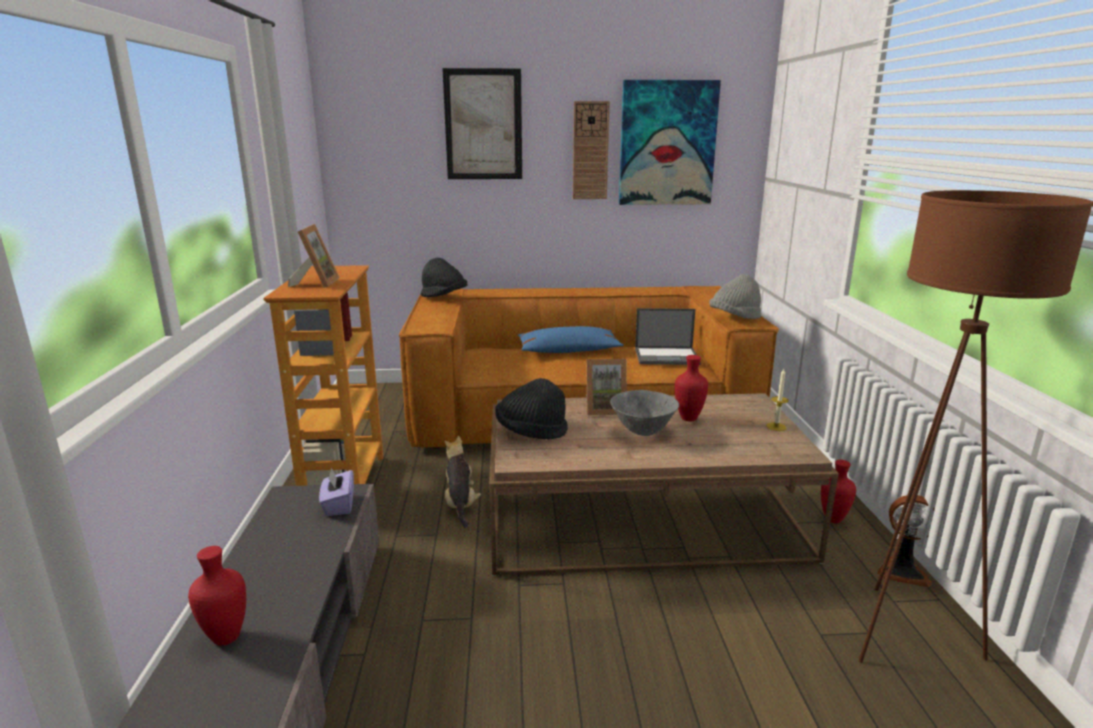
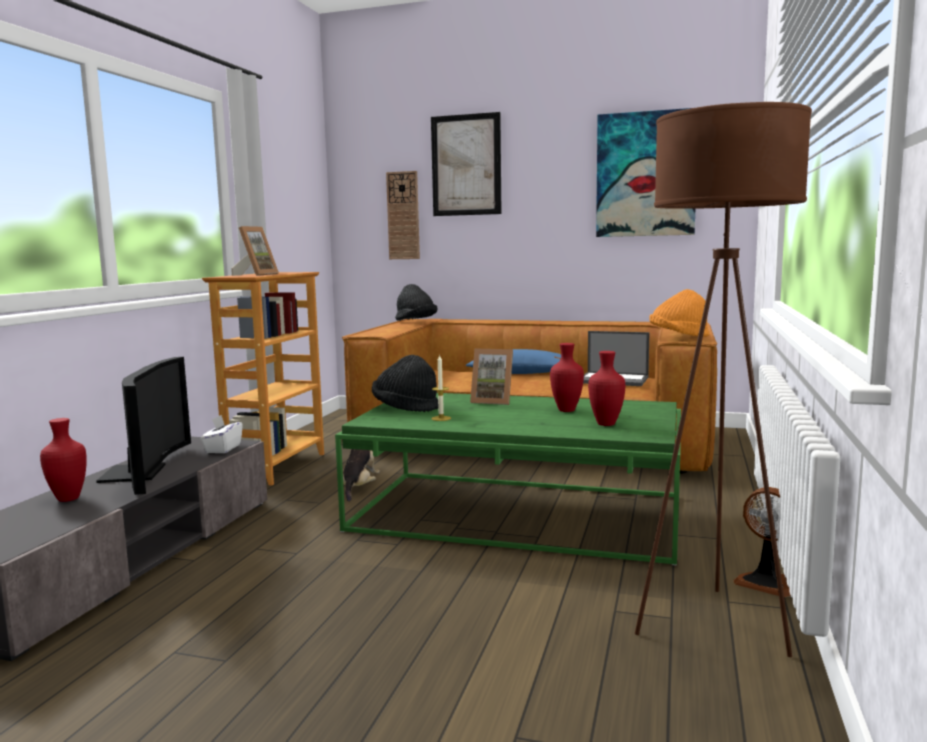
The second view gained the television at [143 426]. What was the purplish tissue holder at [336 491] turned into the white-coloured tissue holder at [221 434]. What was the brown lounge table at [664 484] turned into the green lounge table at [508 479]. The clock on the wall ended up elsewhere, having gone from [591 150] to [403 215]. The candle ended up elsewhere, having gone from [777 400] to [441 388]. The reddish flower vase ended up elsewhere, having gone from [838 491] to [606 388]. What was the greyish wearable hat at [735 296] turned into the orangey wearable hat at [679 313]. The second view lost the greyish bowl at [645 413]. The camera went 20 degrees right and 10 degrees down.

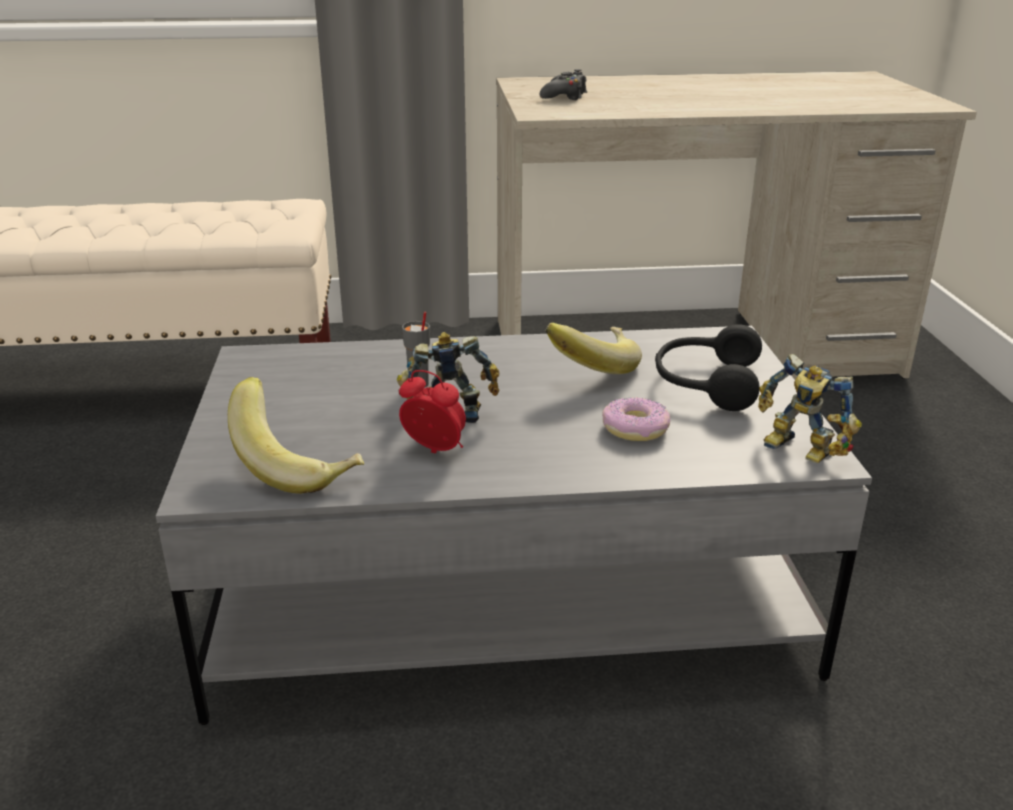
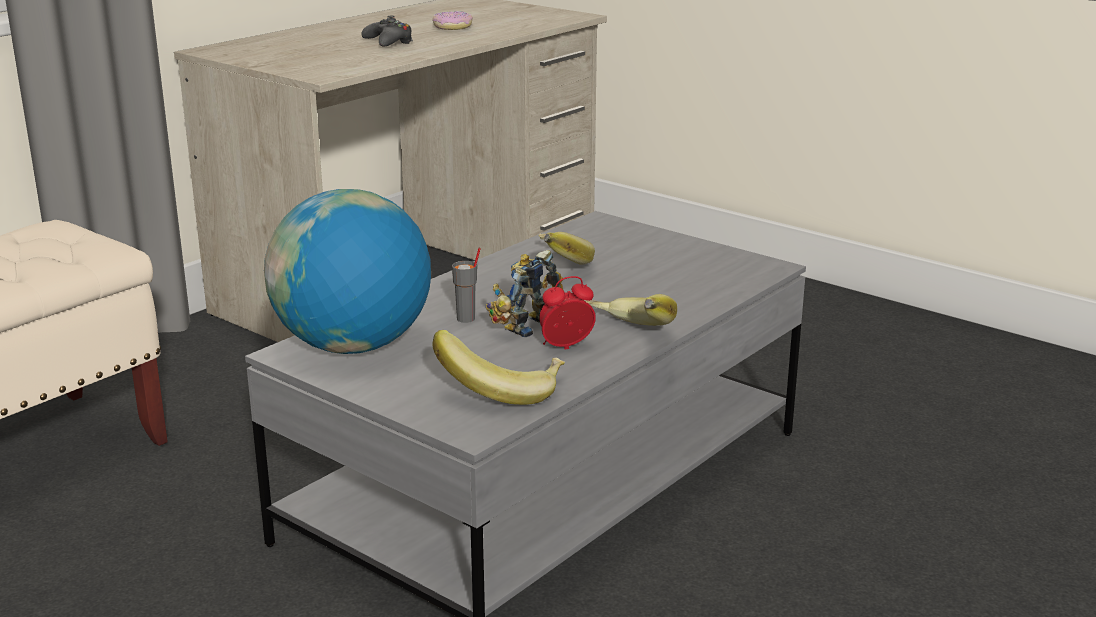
The second view gained the world globe at [347 271]. The black game controller ended up elsewhere, having gone from [563 84] to [387 31]. The doughnut ended up elsewhere, having gone from [636 419] to [453 20]. The second view gained the banana at [630 310]. The second view lost the black headphones at [708 367]. The second view lost the robot figure at [810 408]. The camera went 45 degrees left and 5 degrees down.

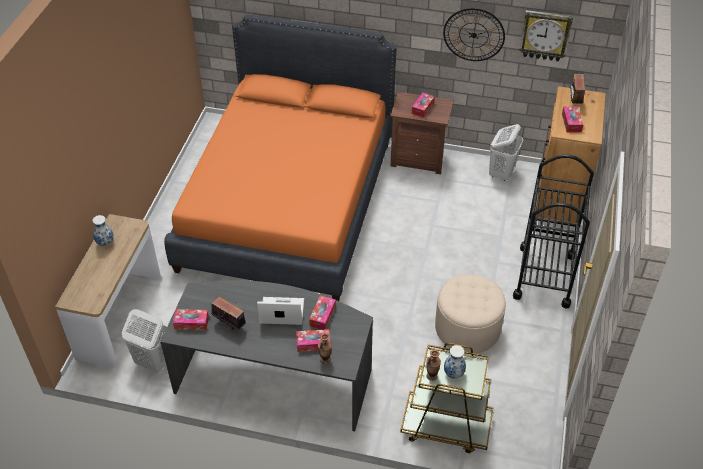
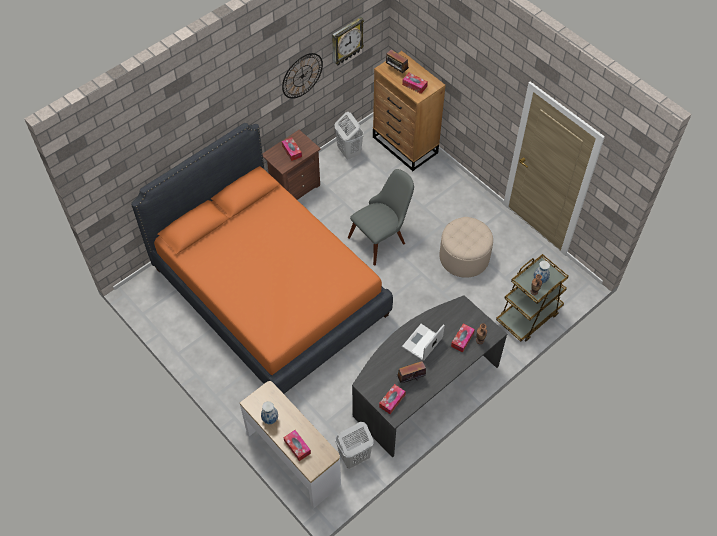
The tissue holder ended up elsewhere, having gone from [322 313] to [297 445]. The second view gained the greyish chair at [381 217]. The second view lost the black cart at [553 231]. The camera went 55 degrees left and 10 degrees up.

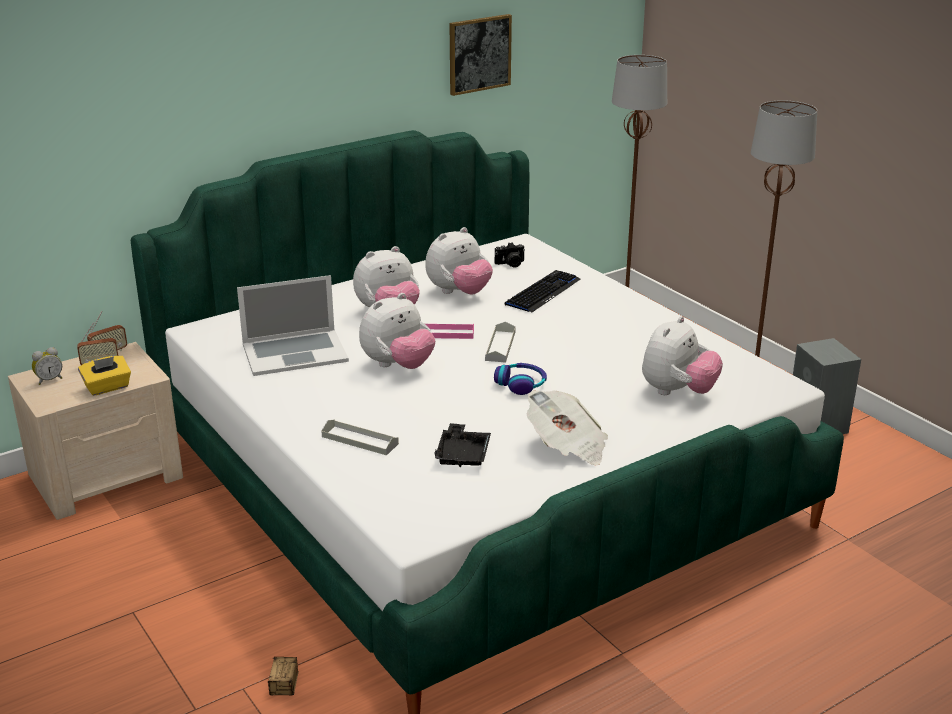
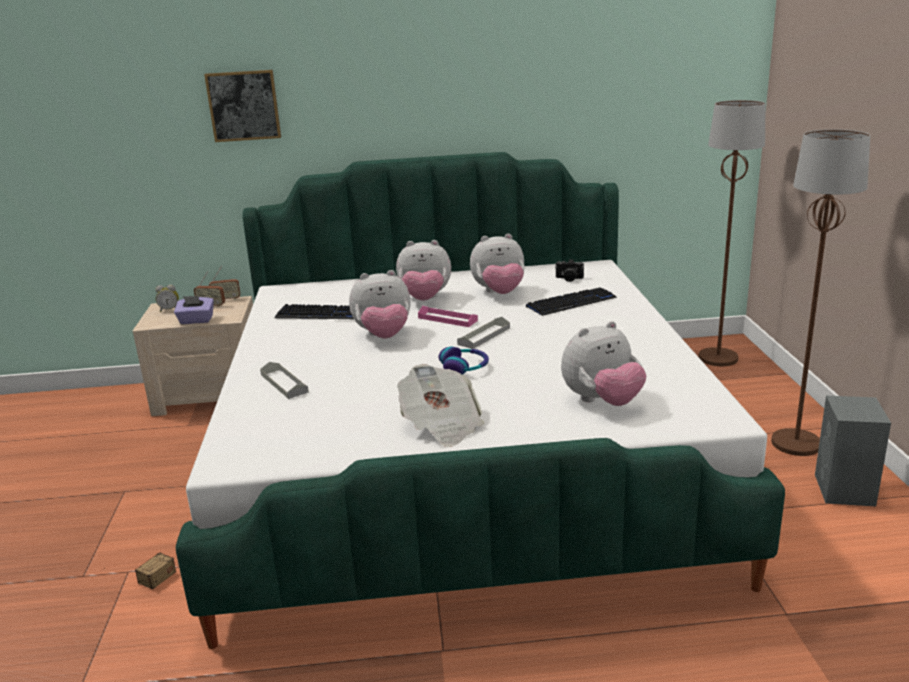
What was the yellow tissue holder at [104 376] turned into the purplish tissue holder at [194 310]. The picture ended up elsewhere, having gone from [480 55] to [242 106]. Where the portable computer stood at [293 325], the keyboard came to stand at [314 311]. The second view lost the black carrying tray at [462 445]. The camera went 30 degrees right and 5 degrees down.

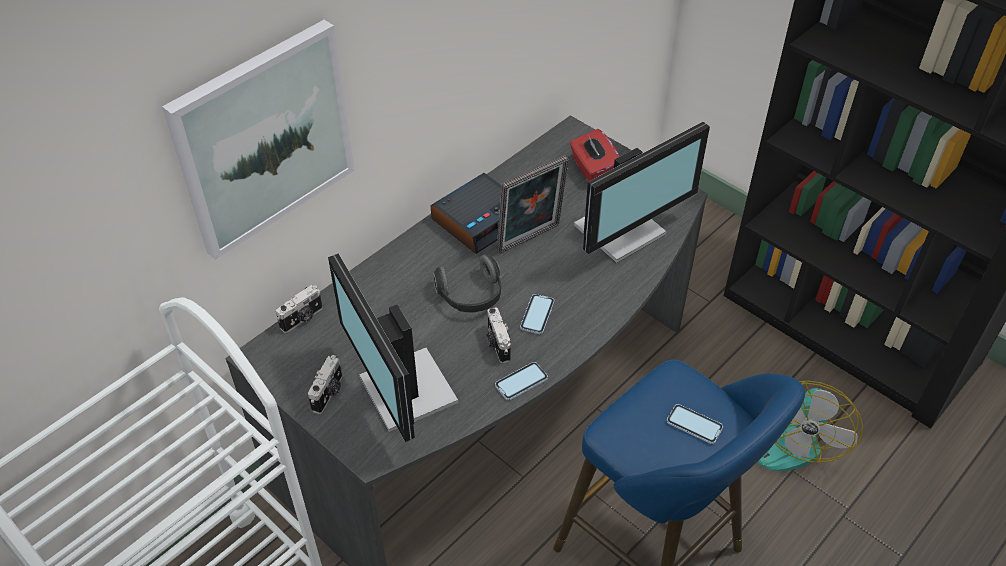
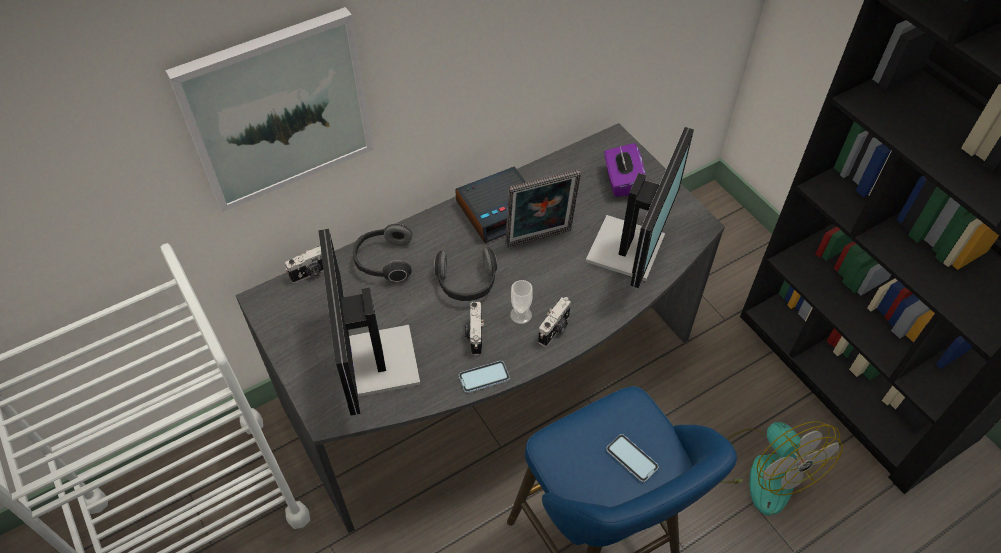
The second view gained the headphones at [382 253]. Where the telephone stood at [537 314], the drinking cup came to stand at [521 302]. The photo camera ended up elsewhere, having gone from [325 384] to [554 322]. The computer screen at [642 192] ended up facing another way, 45 degrees counterclockwise from before. What was the reddish tissue holder at [594 155] turned into the purplish tissue holder at [625 170]. The electric fan at [810 426] ended up facing another way, 60 degrees counterclockwise from before. The camera went 15 degrees right and 5 degrees up.

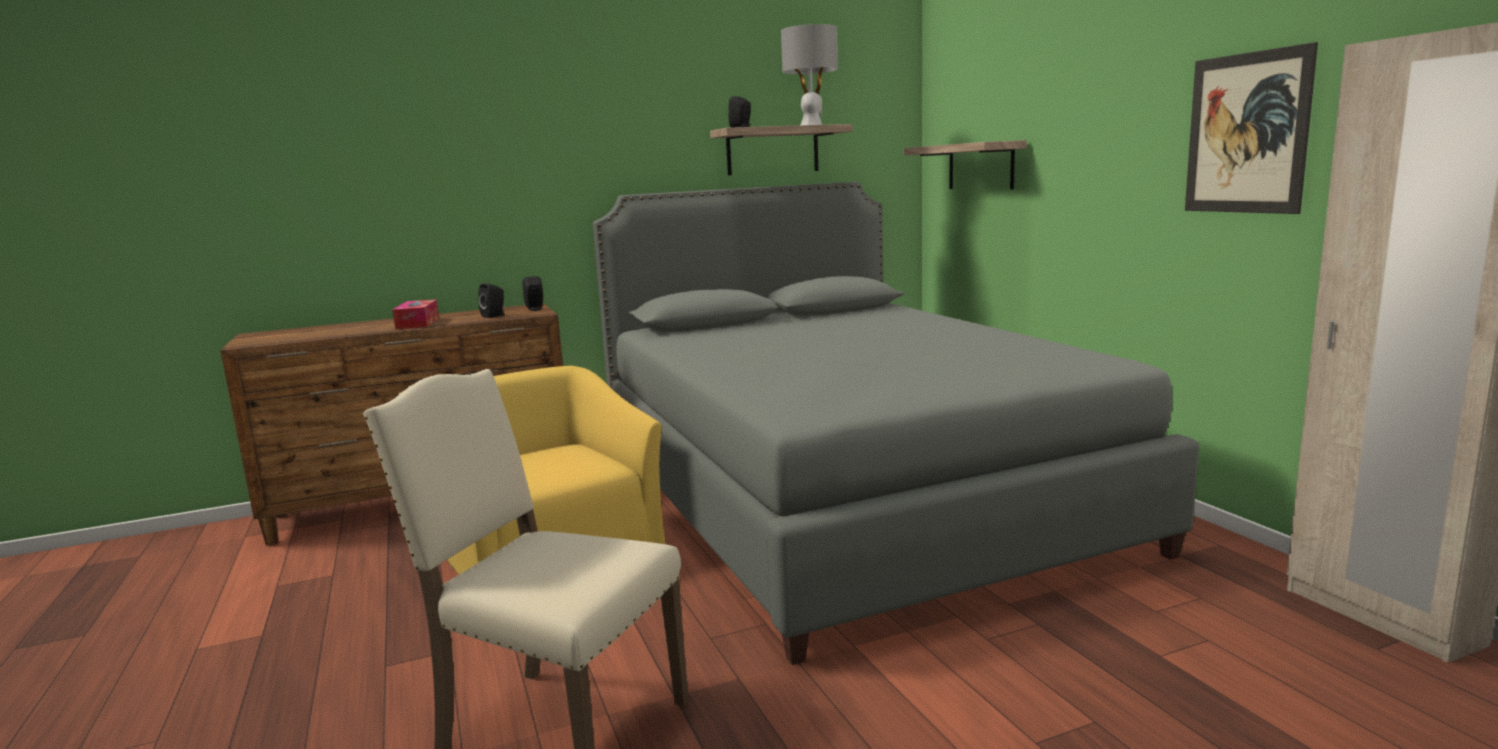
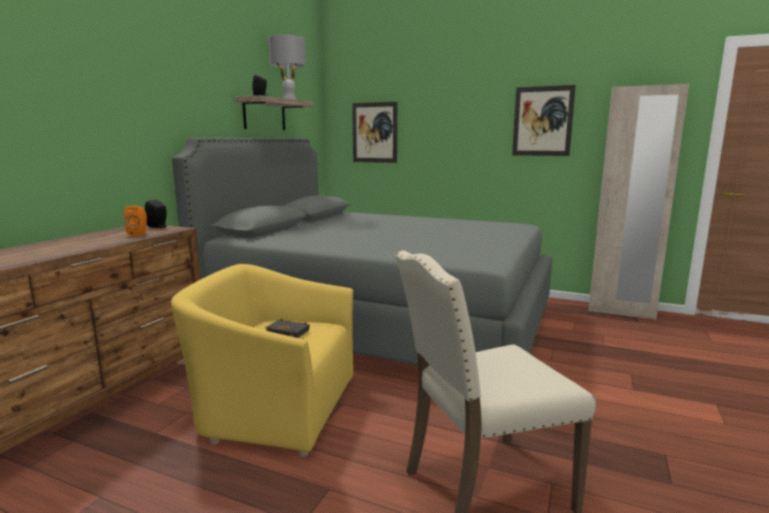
What was the black loudspeaker at [491 300] turned into the orangey loudspeaker at [135 221]. The second view gained the black volume at [287 328]. Where the wall shelf hung at [965 164], the picture came to hang at [374 132]. The second view lost the tissue holder at [416 314]. The camera went 45 degrees left and 0 degrees up.

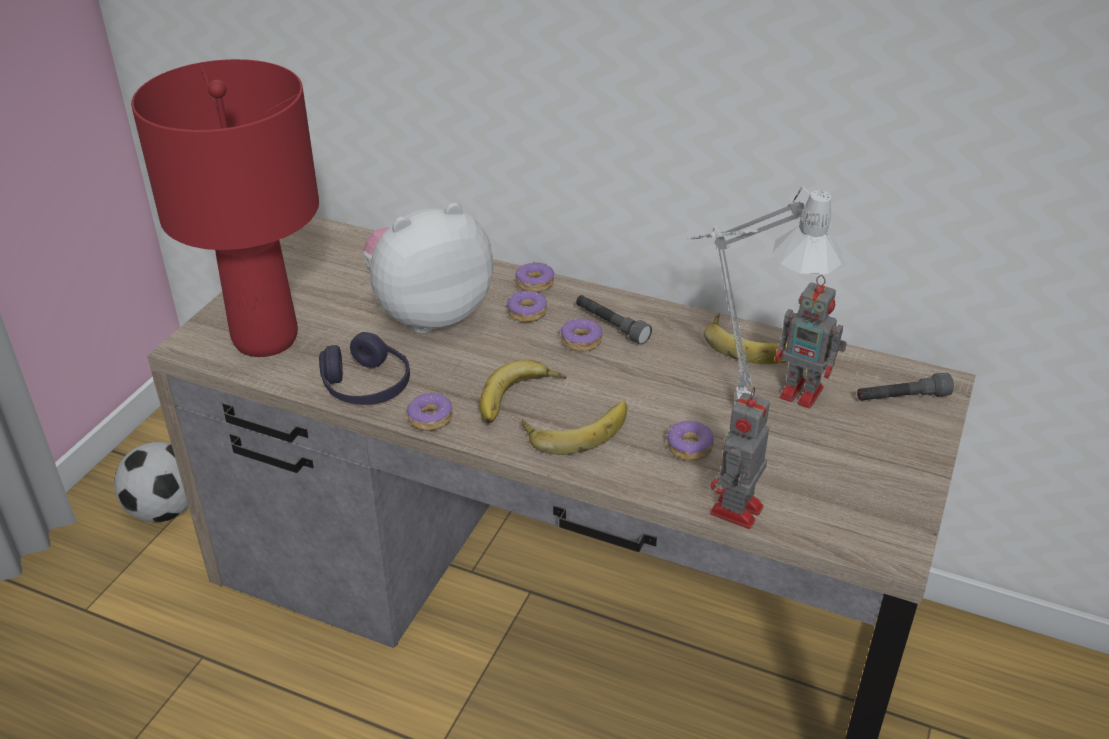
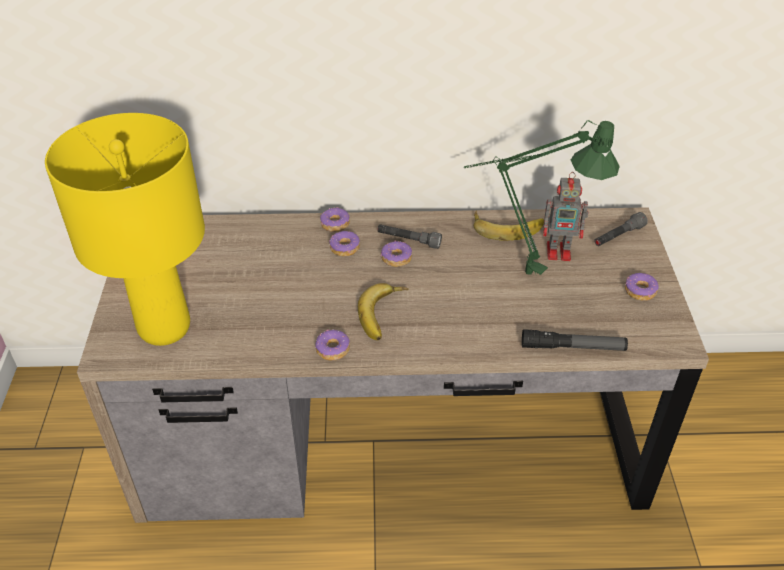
What was the reddish table lamp at [225 208] turned into the yellow table lamp at [125 229]. What was the greyish table lamp at [764 295] turned into the green table lamp at [542 197]. Where the robot figure stood at [740 458], the flashlight came to stand at [575 340]. The doughnut ended up elsewhere, having gone from [690 441] to [642 287]. The second view lost the football ball at [151 482]. The second view lost the purplish headphones at [364 368]. The second view lost the plush toy at [428 268]. The second view lost the banana at [574 428]. The camera went 25 degrees left and 5 degrees up.

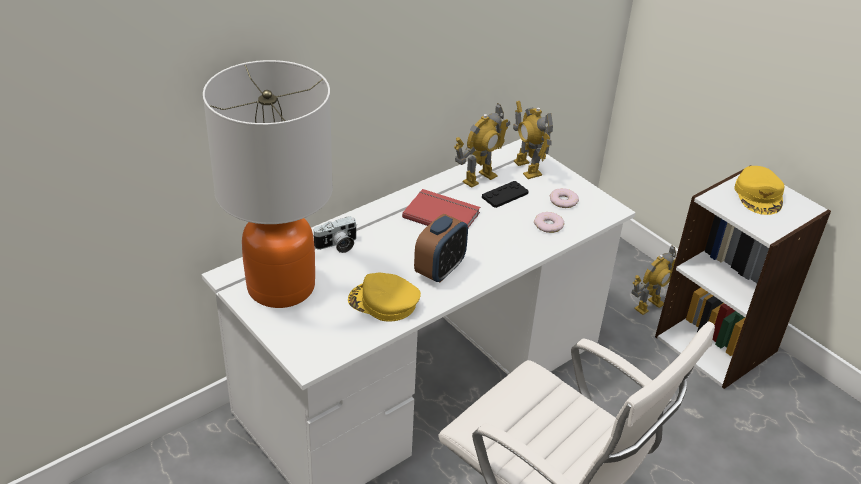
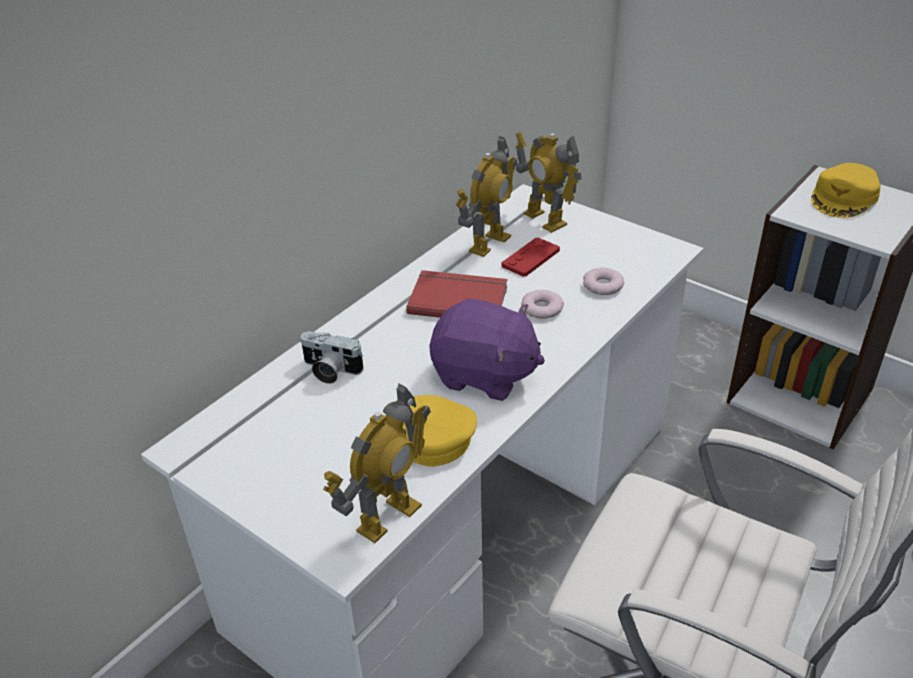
The photo camera at [335 234] ended up facing another way, 60 degrees clockwise from before. The robot figure ended up elsewhere, having gone from [654 280] to [377 463]. Where the bedside clock stood at [441 248], the purplish plush toy came to stand at [487 349]. What was the black game controller at [505 194] turned into the reddish game controller at [531 257]. The doughnut ended up elsewhere, having gone from [564 198] to [542 304]. The yellow cap at [759 190] ended up facing another way, 45 degrees clockwise from before. The second view lost the table lamp at [268 184]. The camera went 10 degrees left and 0 degrees up.

